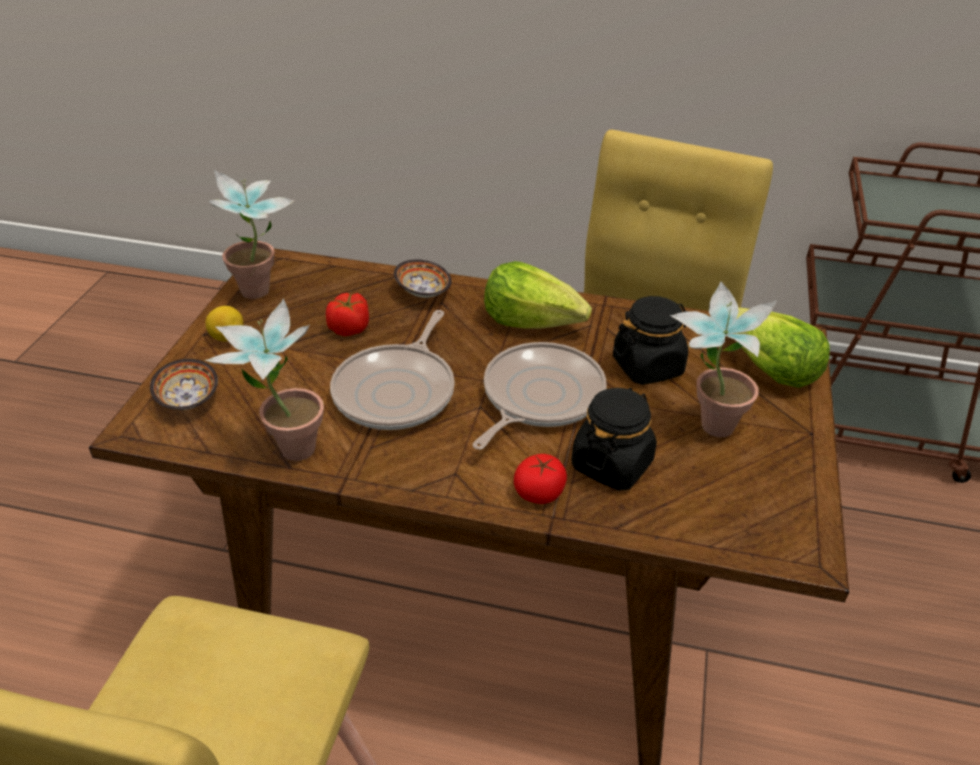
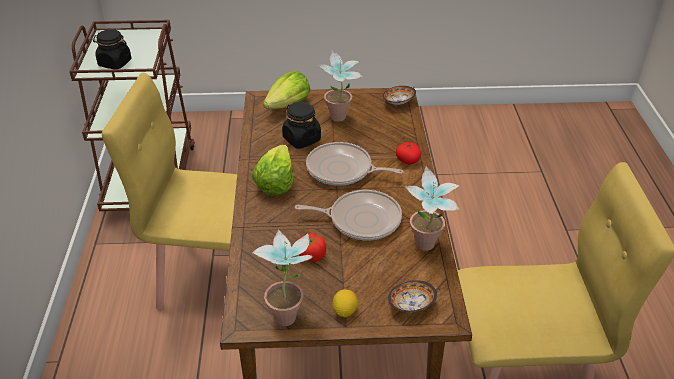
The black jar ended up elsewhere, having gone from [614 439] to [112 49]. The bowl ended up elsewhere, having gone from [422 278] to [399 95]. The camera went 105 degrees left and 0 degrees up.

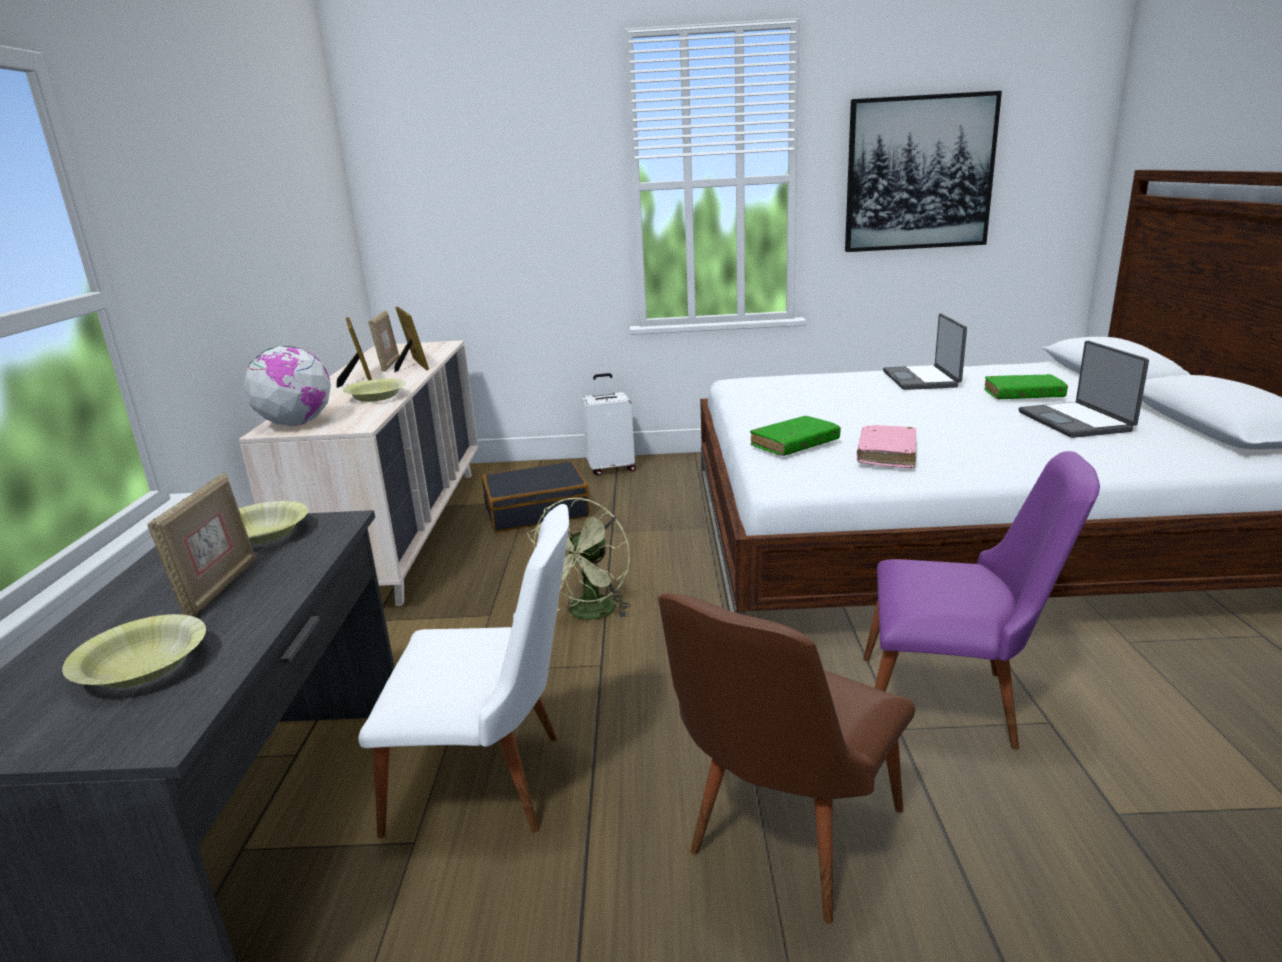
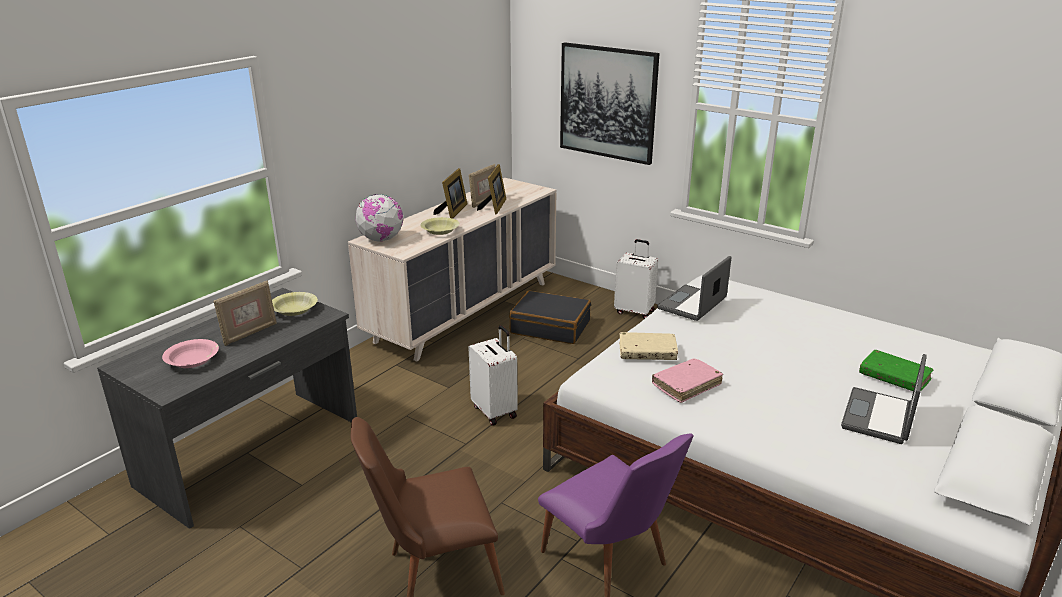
What was the yellow bowl at [134 651] turned into the pink bowl at [190 353]. Where the green electric fan stood at [579 558], the white-coloured travel case came to stand at [493 375]. The picture ended up elsewhere, having gone from [923 171] to [610 103]. What was the green volume at [795 436] turned into the sand-coloured volume at [648 346]. The portable computer ended up elsewhere, having gone from [925 351] to [694 288]. The second view lost the white-coloured chair at [463 671]. The camera went 35 degrees right and 5 degrees up.

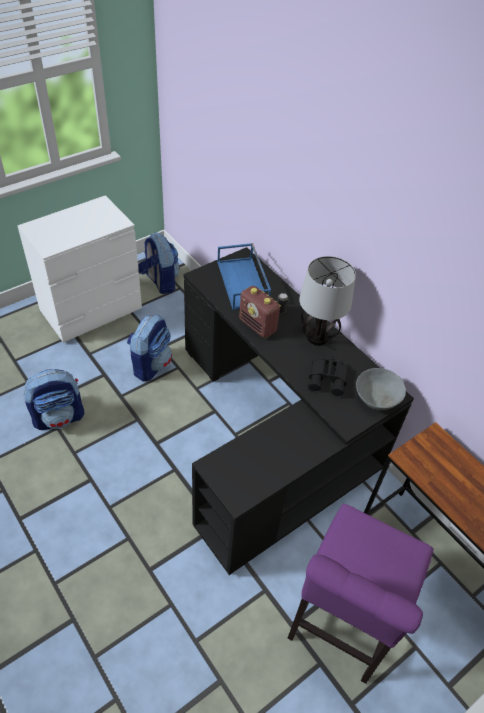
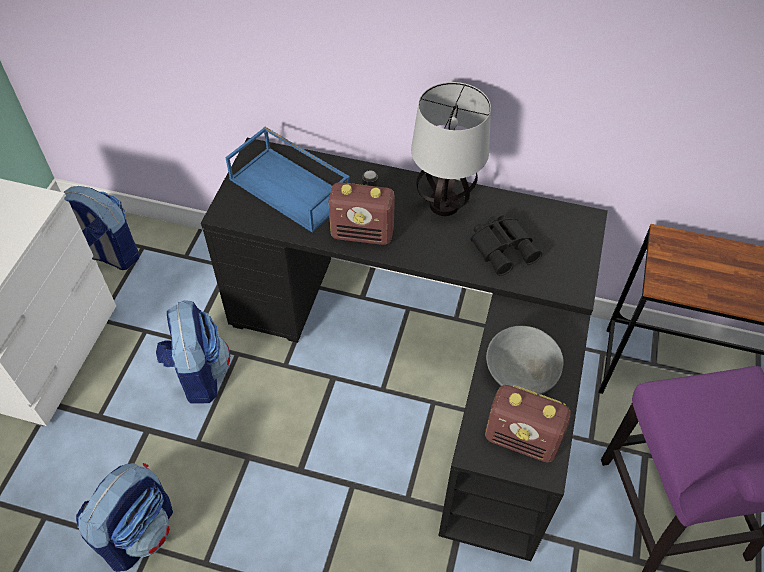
The second view gained the radio receiver at [528 423]. The greyish bowl ended up elsewhere, having gone from [381 389] to [525 360]. The camera went 35 degrees left and 5 degrees up.

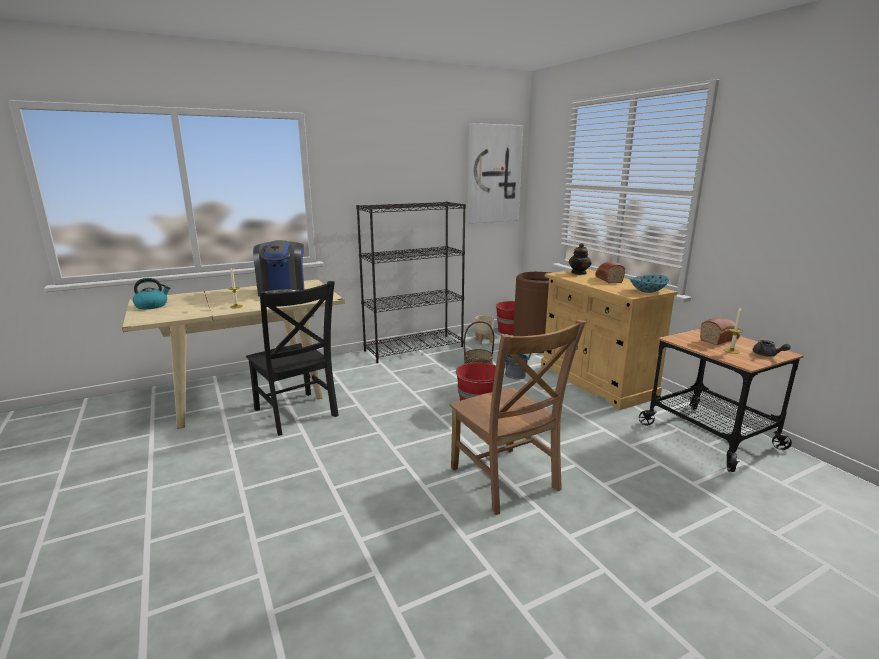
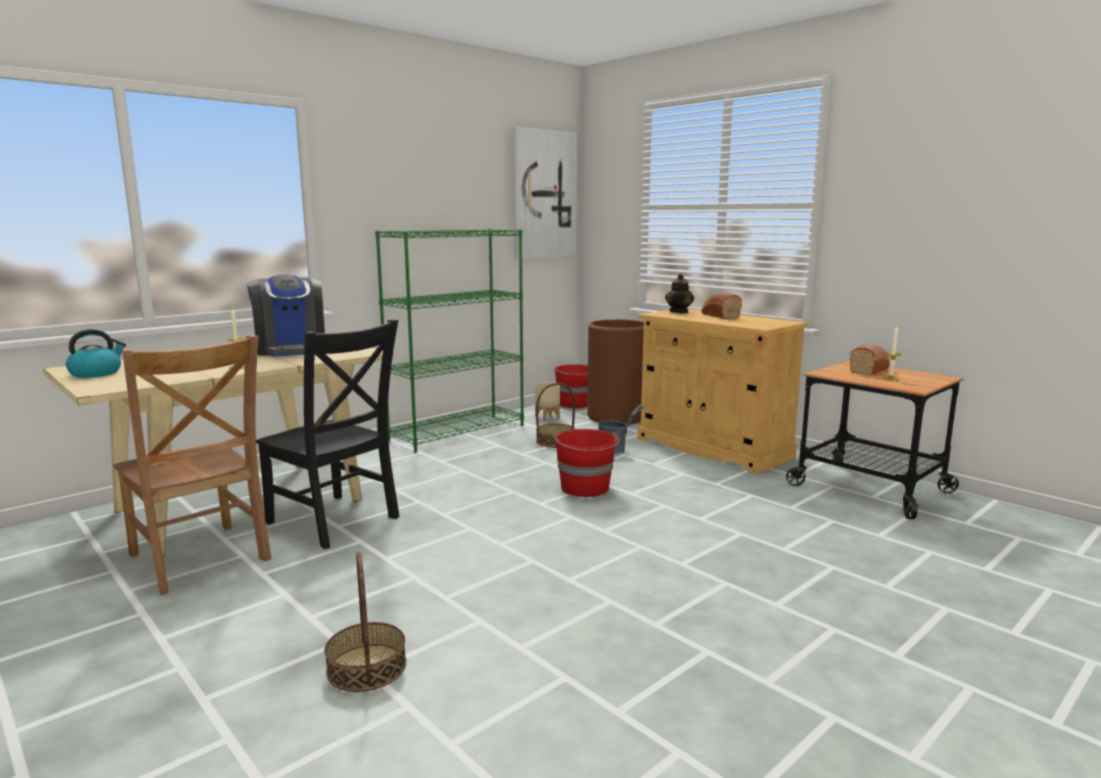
The brown chair ended up elsewhere, having gone from [518 417] to [192 465]. The second view gained the storage basket at [365 622]. What was the black bookshelf at [411 282] turned into the green bookshelf at [449 341]. The second view lost the bowl at [649 283]. The second view lost the greyish pot for tea at [772 348]. The camera went 15 degrees left and 5 degrees down.

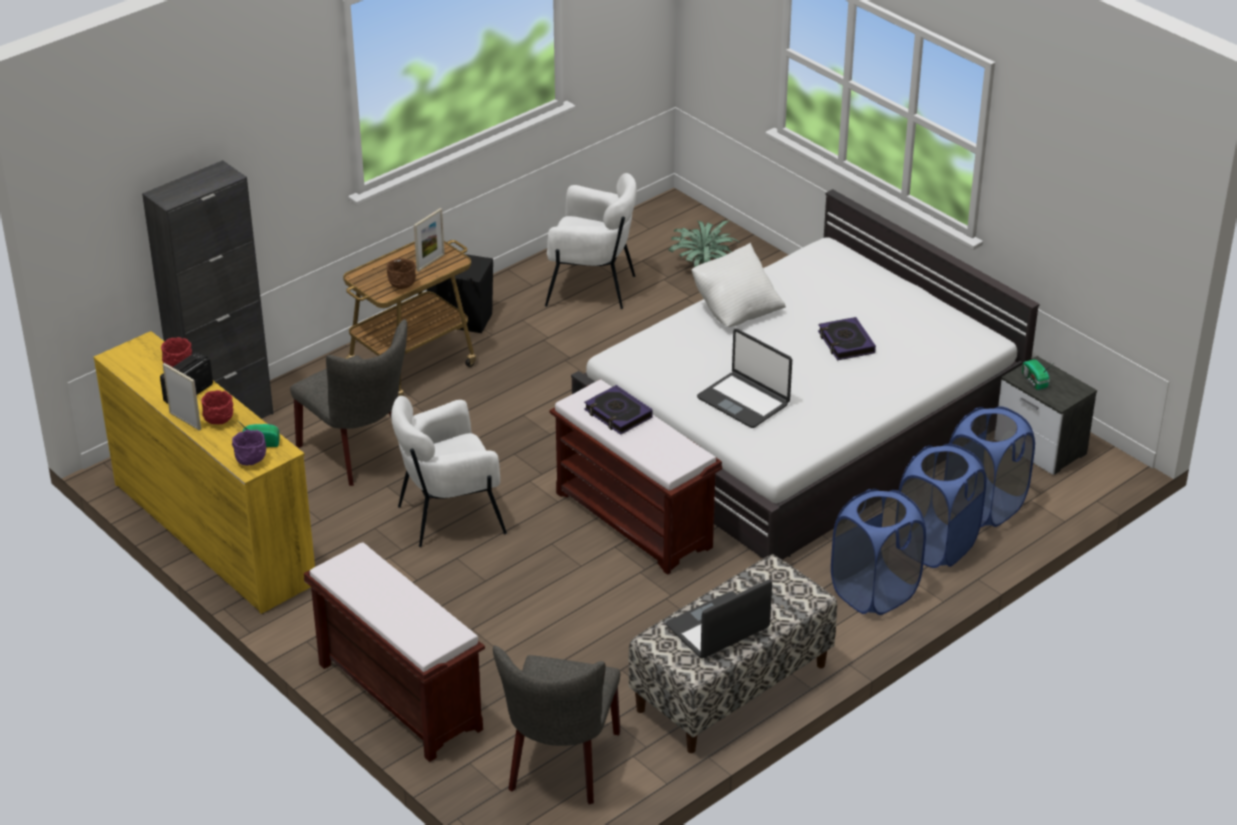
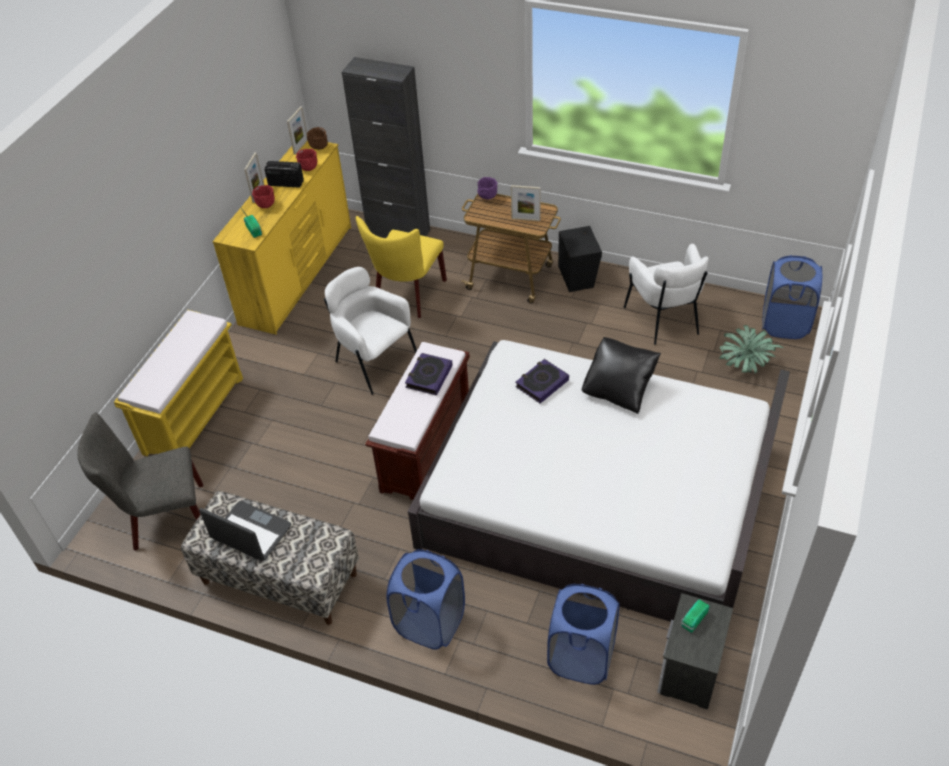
What was the brown indoor bench at [394 652] turned into the yellow indoor bench at [178 383]. The second view gained the picture frame at [297 130]. The brown bowl ended up elsewhere, having gone from [401 273] to [317 138]. What was the greyish chair at [348 402] turned into the yellow chair at [401 267]. The purplish bowl ended up elsewhere, having gone from [249 448] to [487 188]. The volume ended up elsewhere, having gone from [847 338] to [542 381]. What was the white-coloured pillow at [738 285] turned into the black pillow at [621 375]. The blue-coloured hamper ended up elsewhere, having gone from [942 506] to [792 297]. The second view lost the portable computer at [744 378]. The camera went 65 degrees right and 10 degrees up.

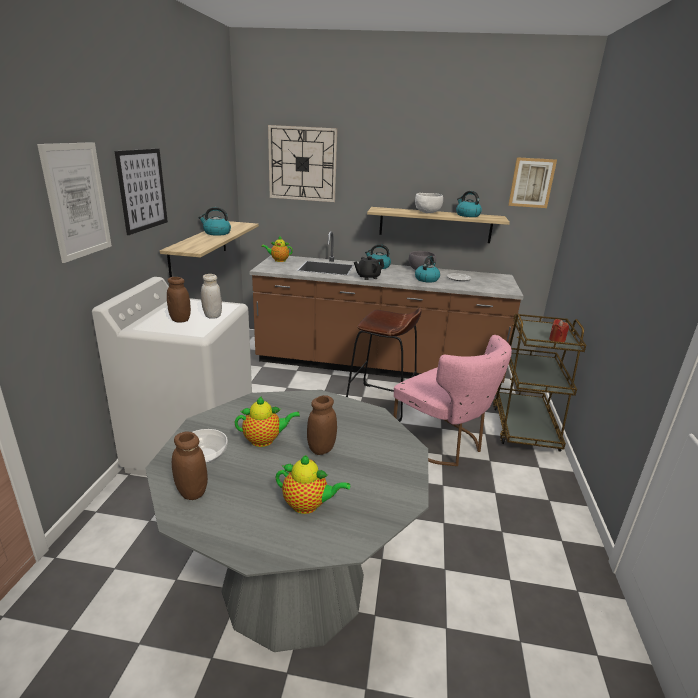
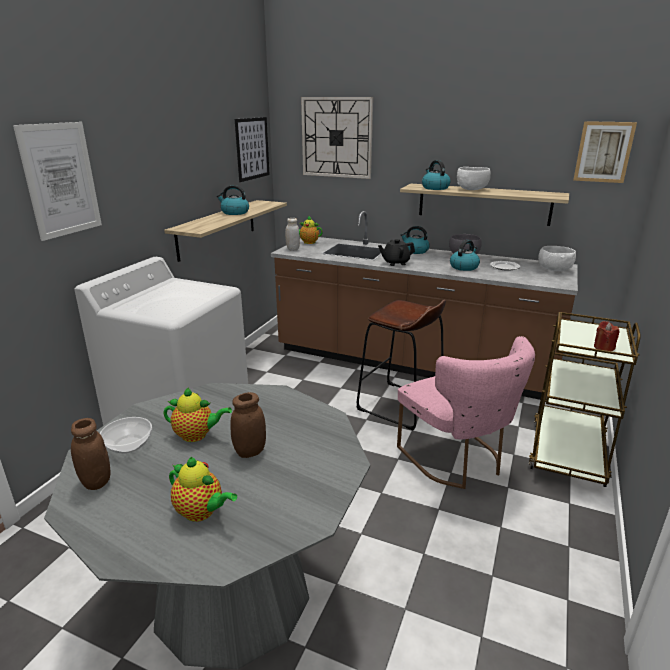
The picture ended up elsewhere, having gone from [141 192] to [252 149]. The white-coloured jar ended up elsewhere, having gone from [211 296] to [292 234]. The water kettle ended up elsewhere, having gone from [469 204] to [436 175]. The second view gained the white-coloured bowl at [557 258]. The second view lost the brown jar at [179 299]. The camera went 15 degrees right and 0 degrees up.

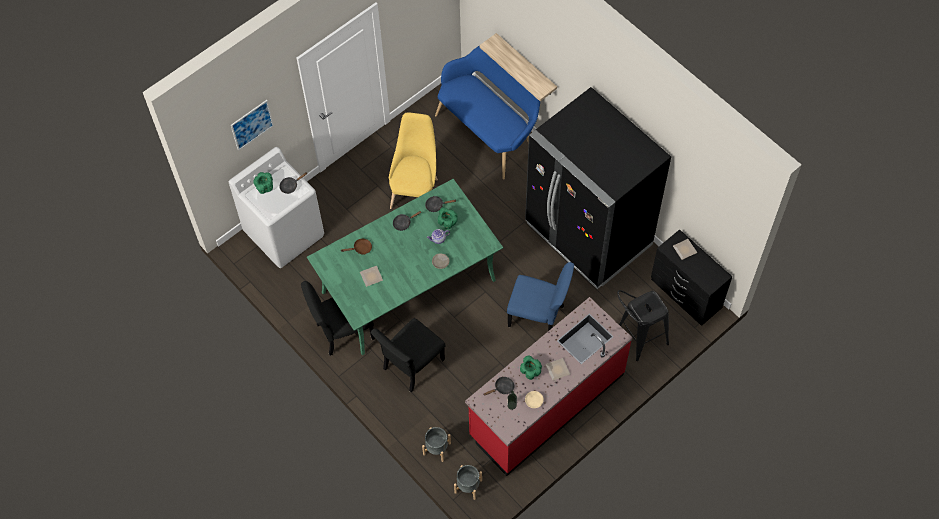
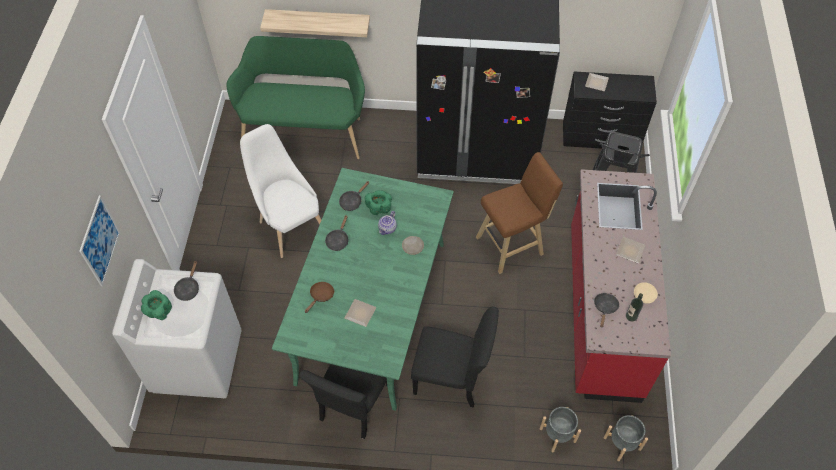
What was the blue-coloured indoor bench at [487 112] turned into the green indoor bench at [295 97]. What was the yellow chair at [413 160] turned into the white-coloured chair at [280 191]. The black chair at [408 355] ended up facing another way, 75 degrees counterclockwise from before. Where the blue-coloured chair stood at [540 296], the brown sitting stool came to stand at [519 213]. The second view lost the green bowl at [531 367]. The camera went 45 degrees left and 5 degrees down.

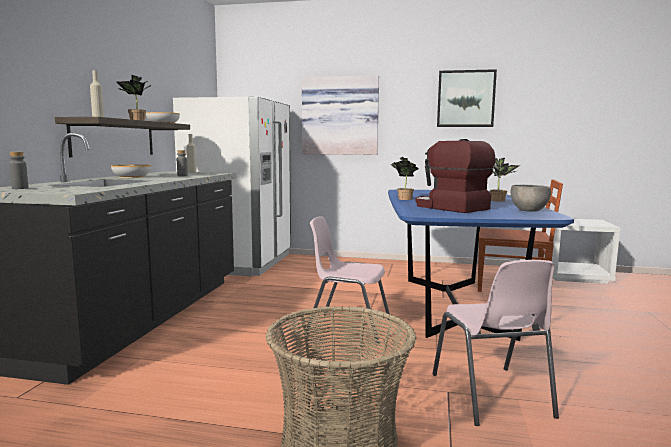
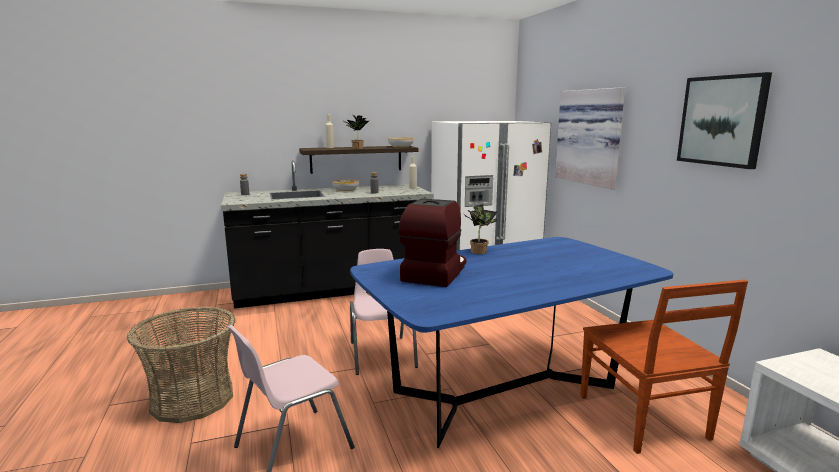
The second view lost the potted plant at [505 179]. The second view lost the greyish bowl at [531 198]. The camera went 60 degrees right and 5 degrees up.

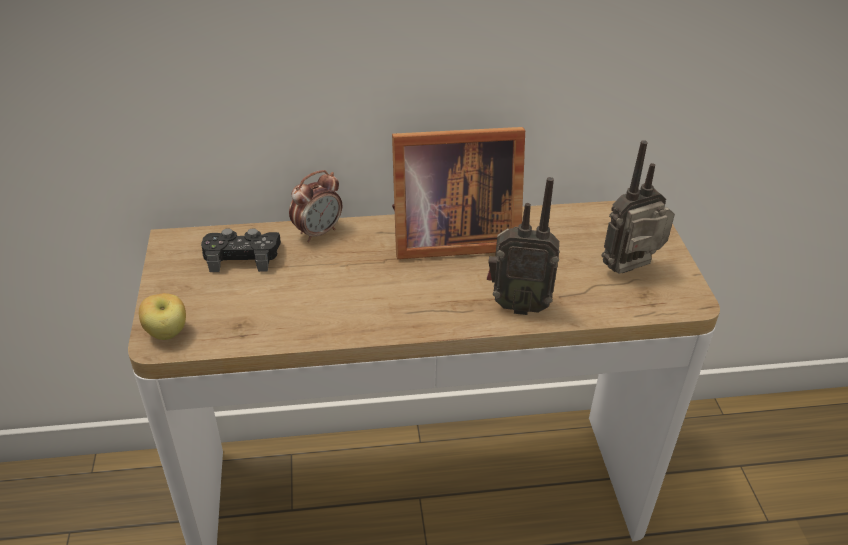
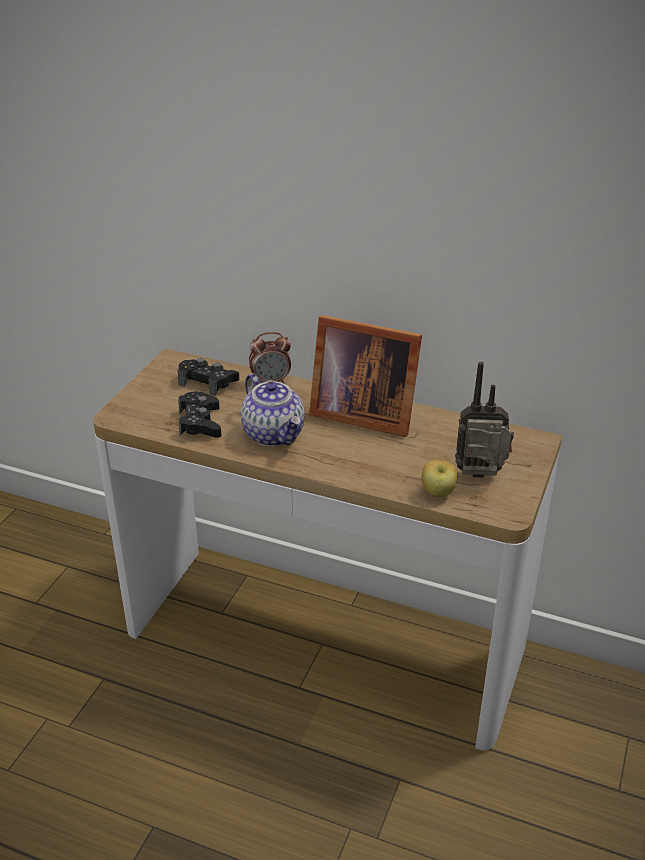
The second view gained the black game controller at [199 415]. The second view gained the pot for tea at [273 410]. The whole apple ended up elsewhere, having gone from [162 316] to [439 478]. The second view lost the radio receiver at [523 246]. The camera went 30 degrees right and 5 degrees down.

